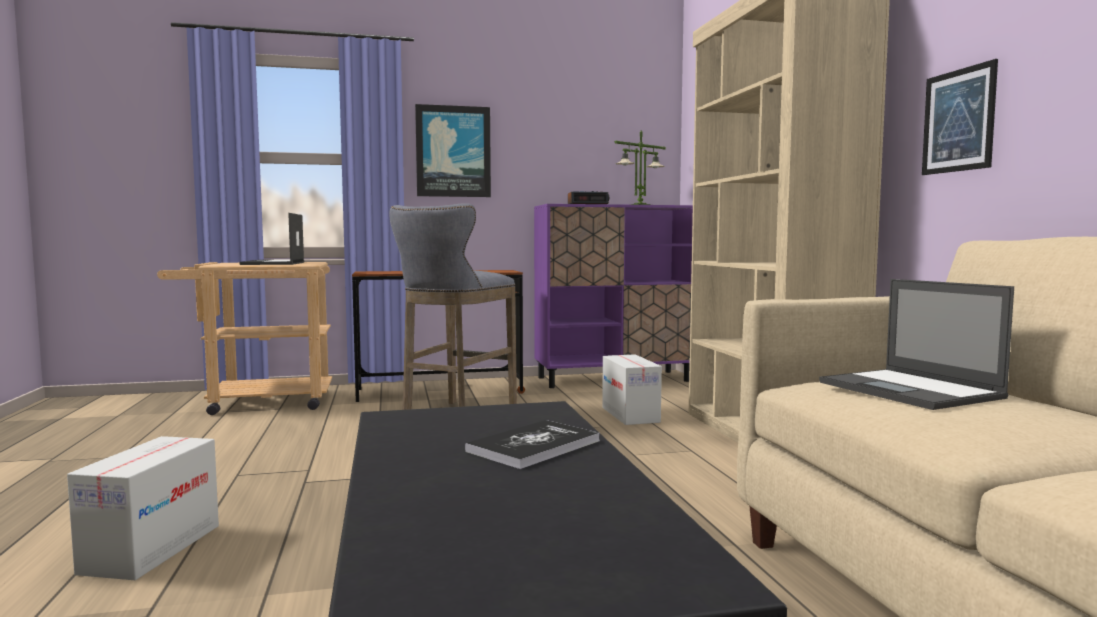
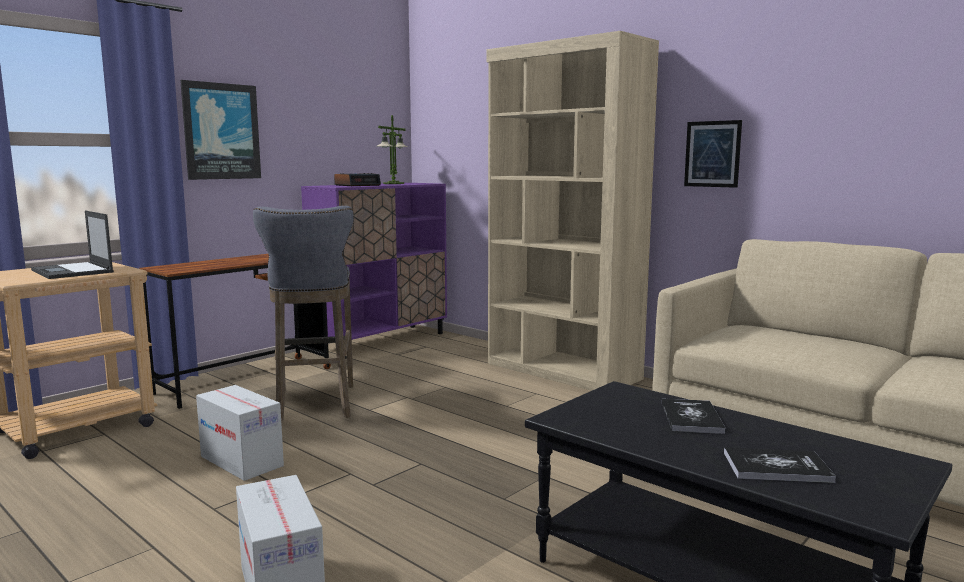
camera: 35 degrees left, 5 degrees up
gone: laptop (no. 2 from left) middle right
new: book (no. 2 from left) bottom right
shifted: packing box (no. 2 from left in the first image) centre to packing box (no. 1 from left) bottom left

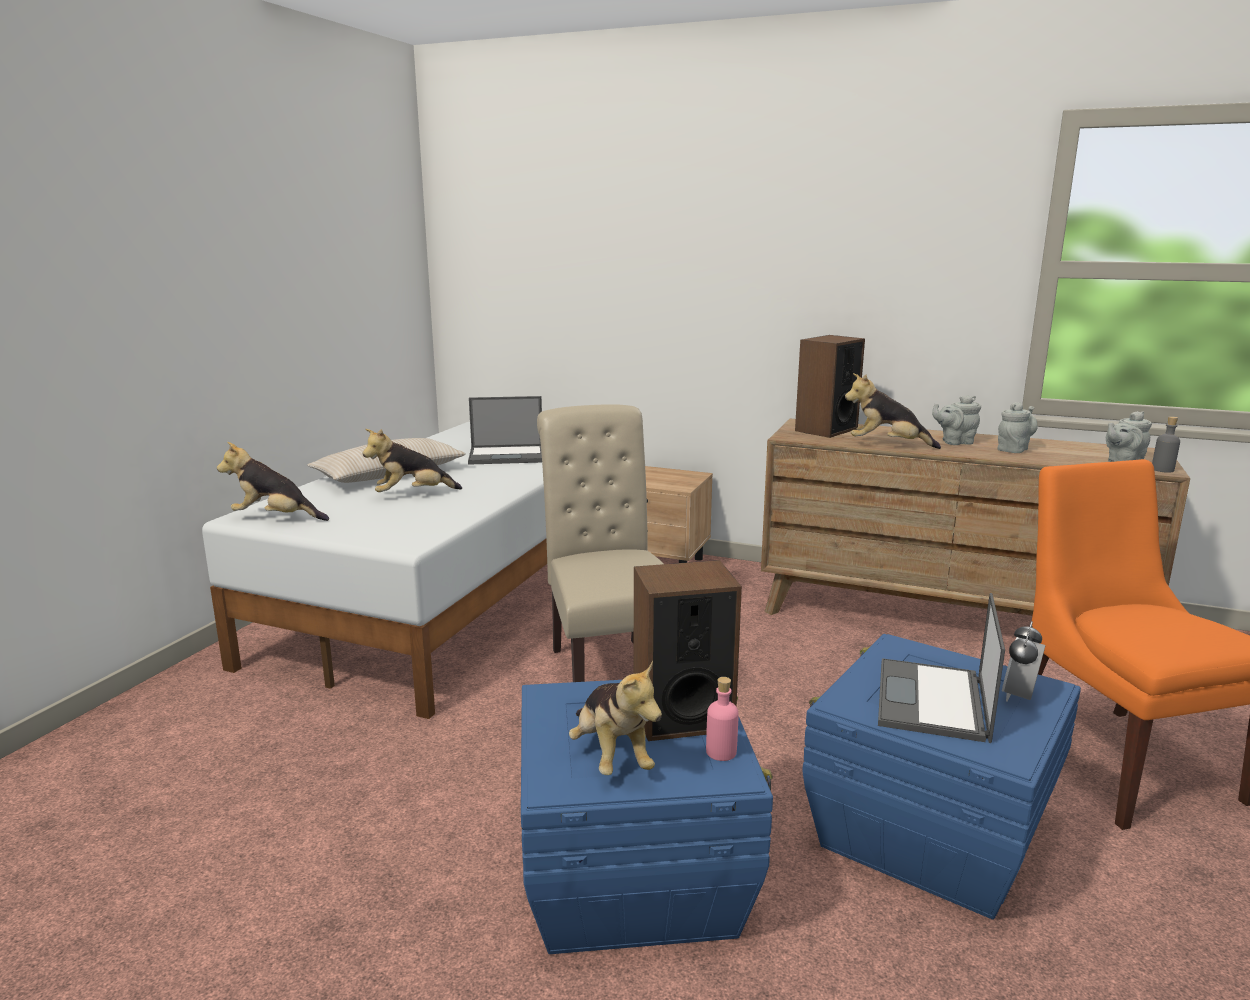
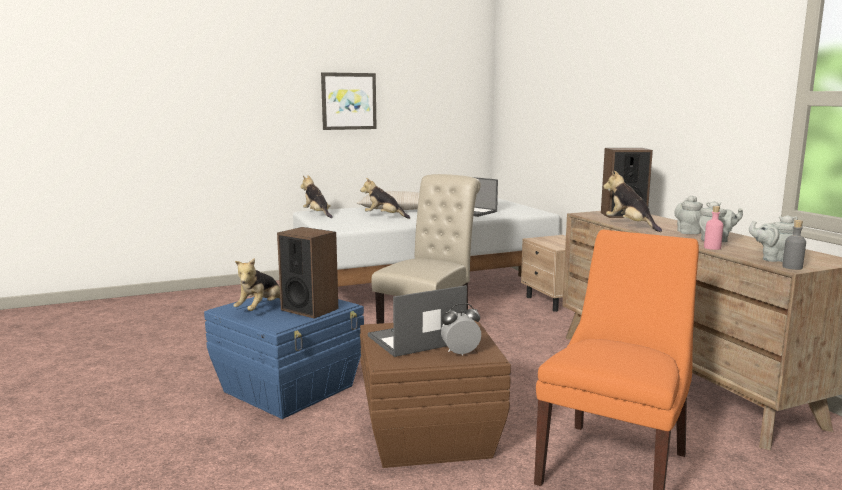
camera: 45 degrees right, 5 degrees down
new: wall picture top centre
shifted: pink bottle bottom centre to middle right
repainted: bluish storage box (no. 2 from left) bottom right to brown-coloured storage box bottom centre
rotated: grey tea pot (no. 1 from left) middle right = middle right 60 degrees clockwise

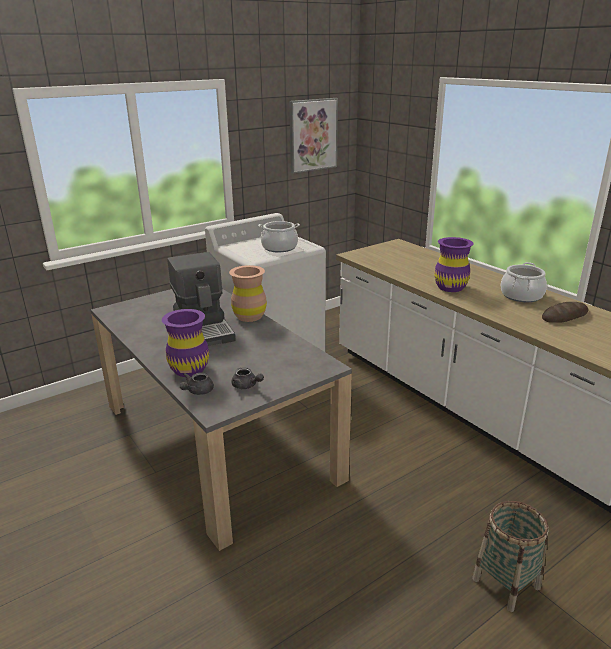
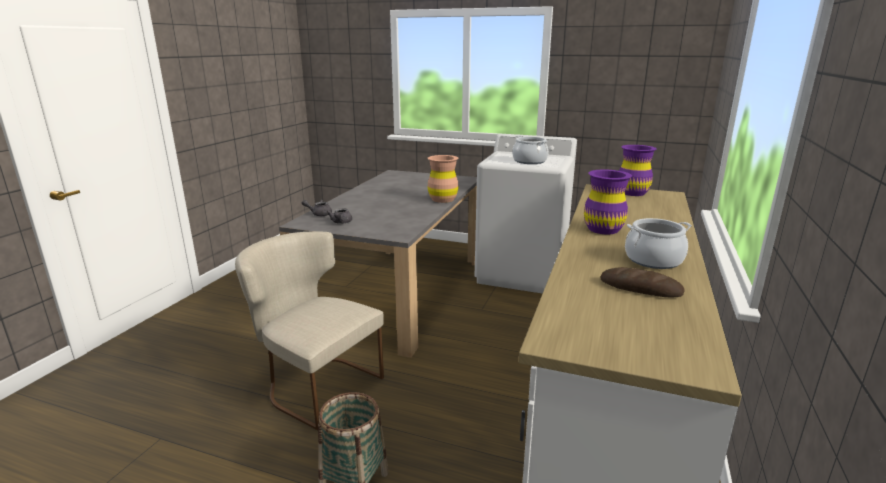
camera: 55 degrees right, 5 degrees down
gone: coffee brewer middle left; wall picture top centre
new: beige-coloured plain chair bottom centre
shifted: purple decorative vase (no. 1 from left in the first image) middle left to purple decorative vase (no. 2 from left) middle right

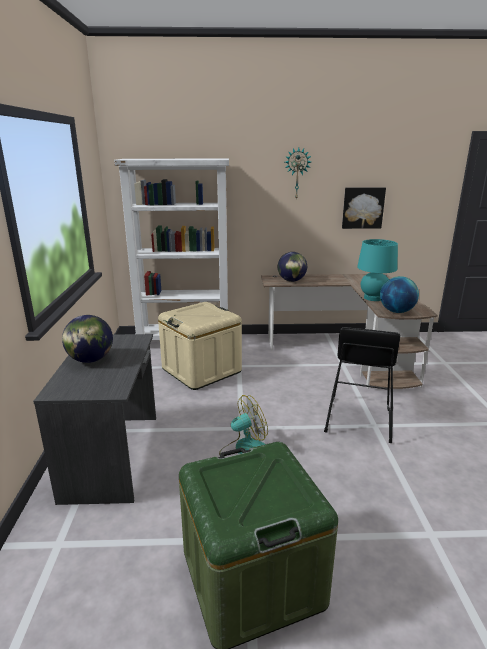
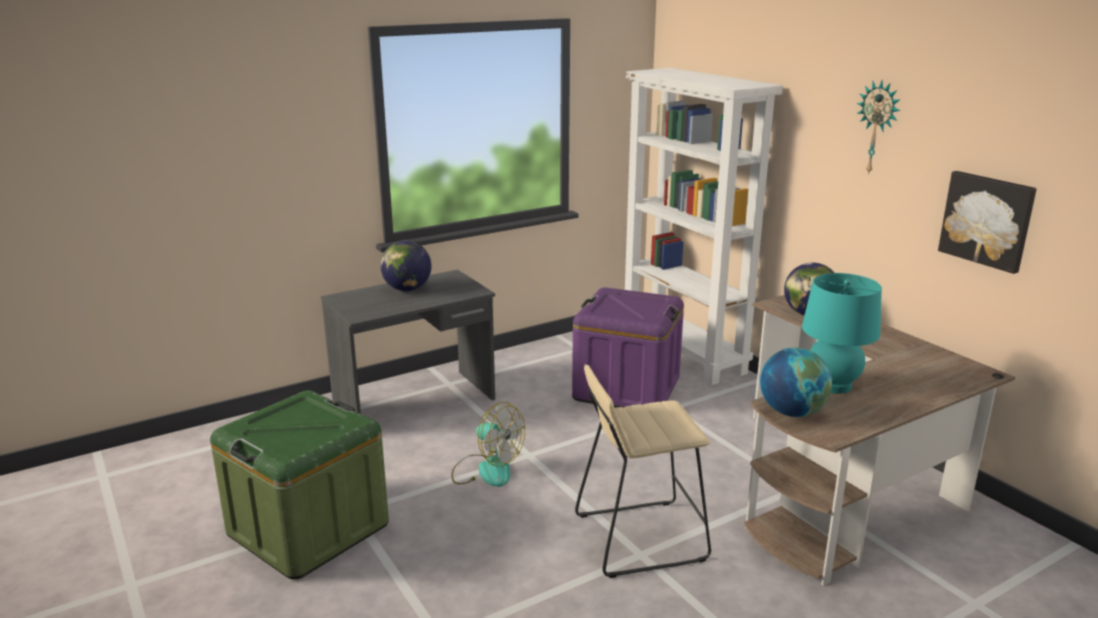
camera: 60 degrees right, 0 degrees up
repainted: beige-coloured storage box centre to purple storage box centre; blackish stool middle right to beige-coloured stool bottom centre

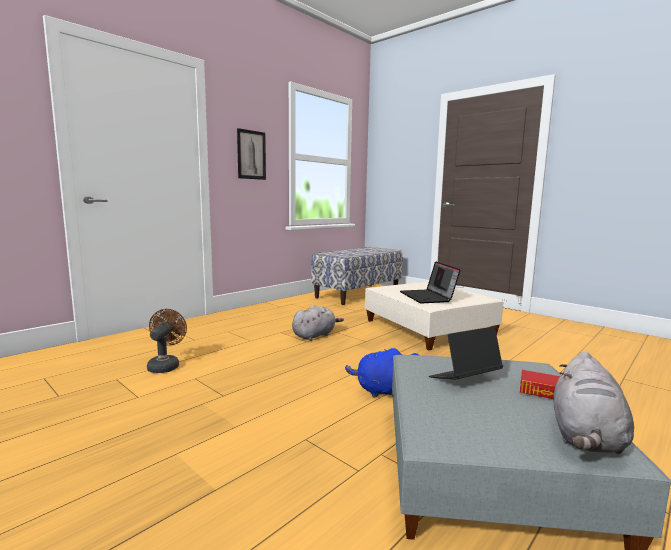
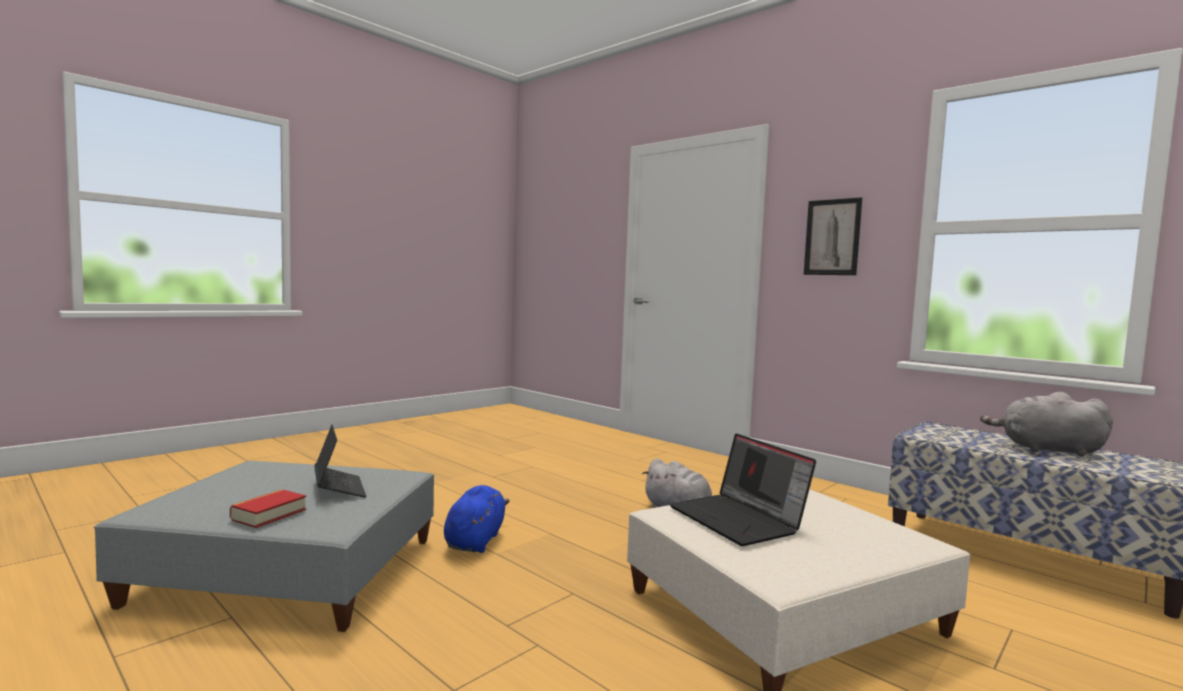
camera: 90 degrees right, 5 degrees down
gone: brown-coloured cooling fan middle left
shifted: grey plush toy (no. 2 from left) bottom right to middle right
rotated: laptop (no. 1 from left in the first image) centre = bottom centre 105 degrees counterclockwise

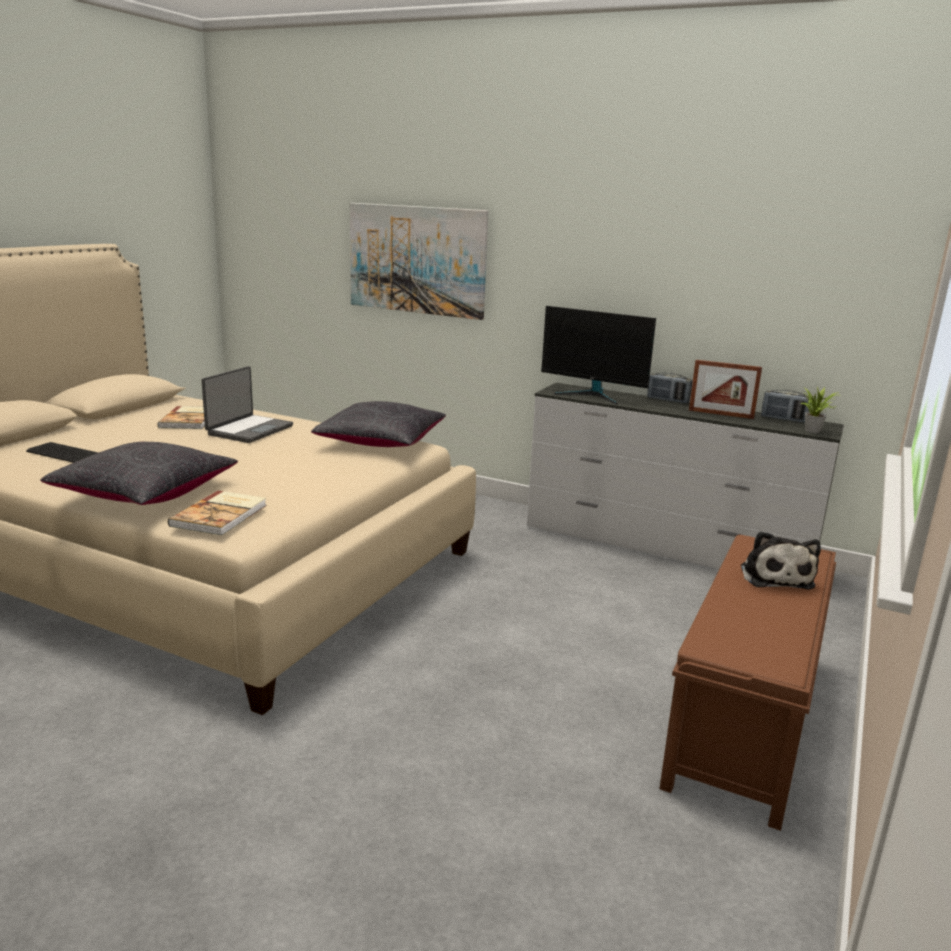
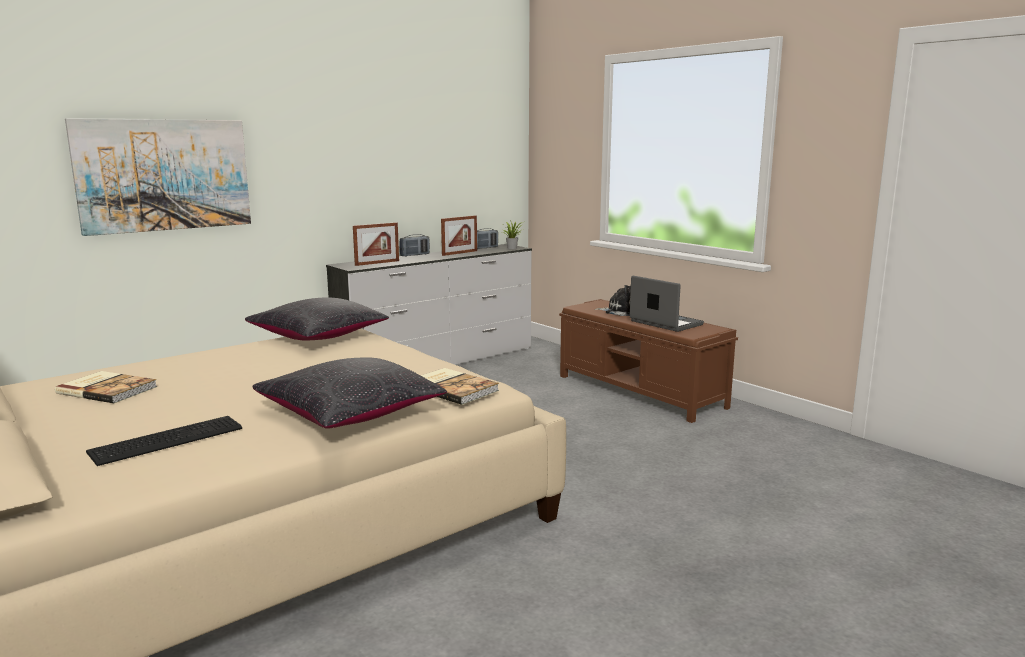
camera: 65 degrees left, 5 degrees down
shifted: laptop middle left to centre
swapped: computer display centre to standing frame (no. 1 from left) centre

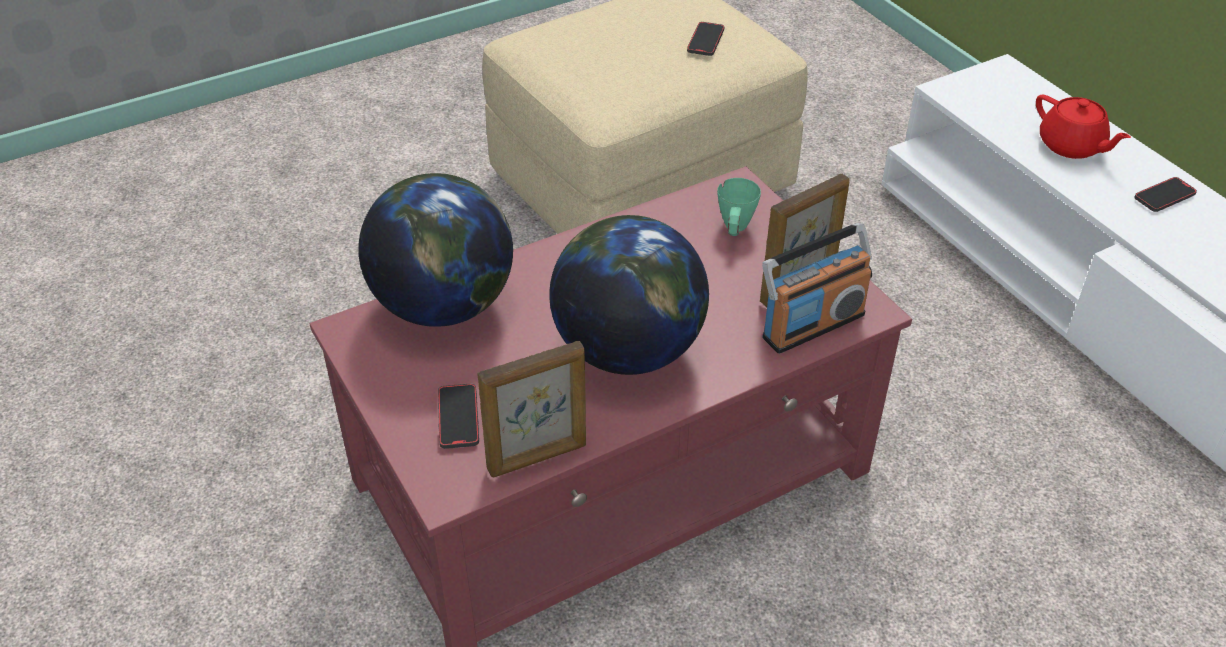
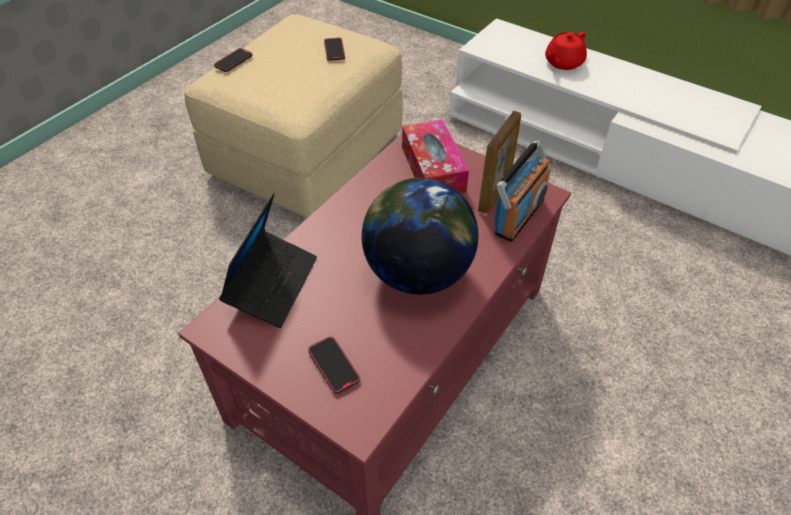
camera: 25 degrees left, 5 degrees up
gone: standing frame (no. 1 from left) centre
shifted: telephone (no. 3 from left in the first image) top right to telephone (no. 1 from left) top left
swapped: world globe (no. 1 from left) centre to laptop centre; green-coloured coffee mug top centre to tissue box top centre
rotated: reddish tea pot top right = top right 105 degrees clockwise

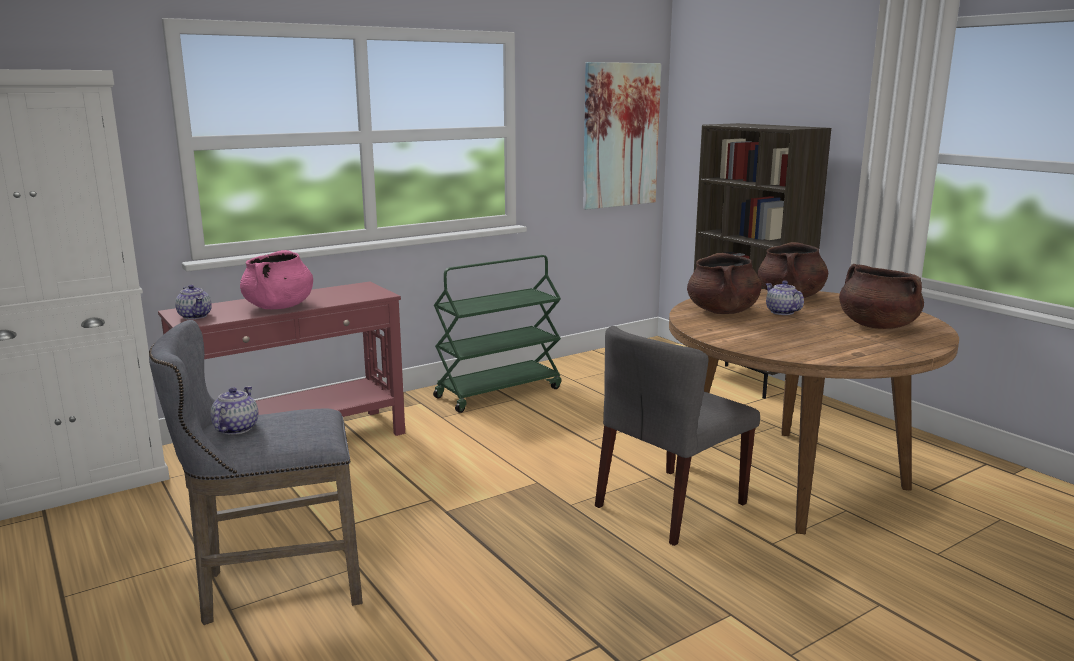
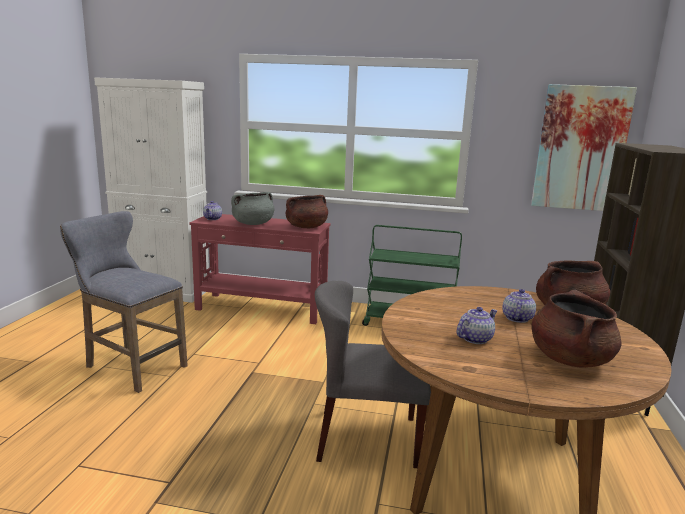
camera: 45 degrees right, 0 degrees up
shifted: tea pot (no. 2 from left) middle left to middle right; brown-coloured stockpot (no. 1 from left) middle right to centre
repainted: pink stockpot middle left to grey stockpot centre

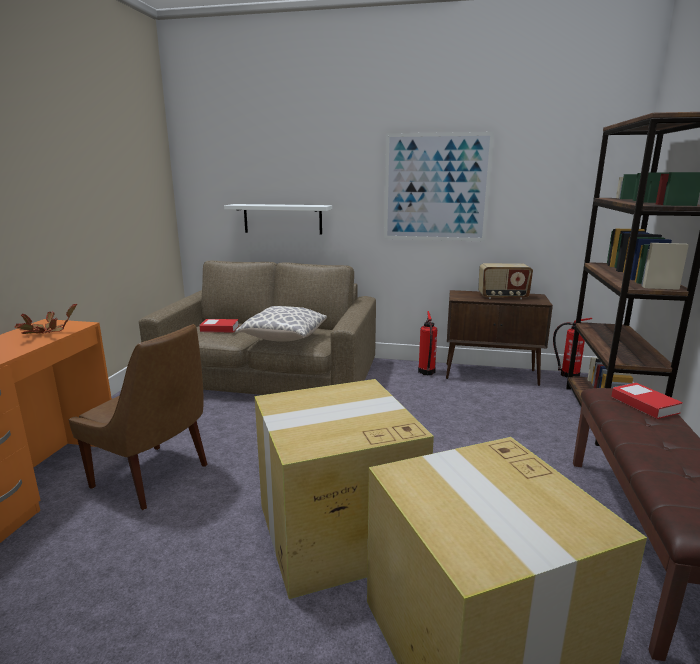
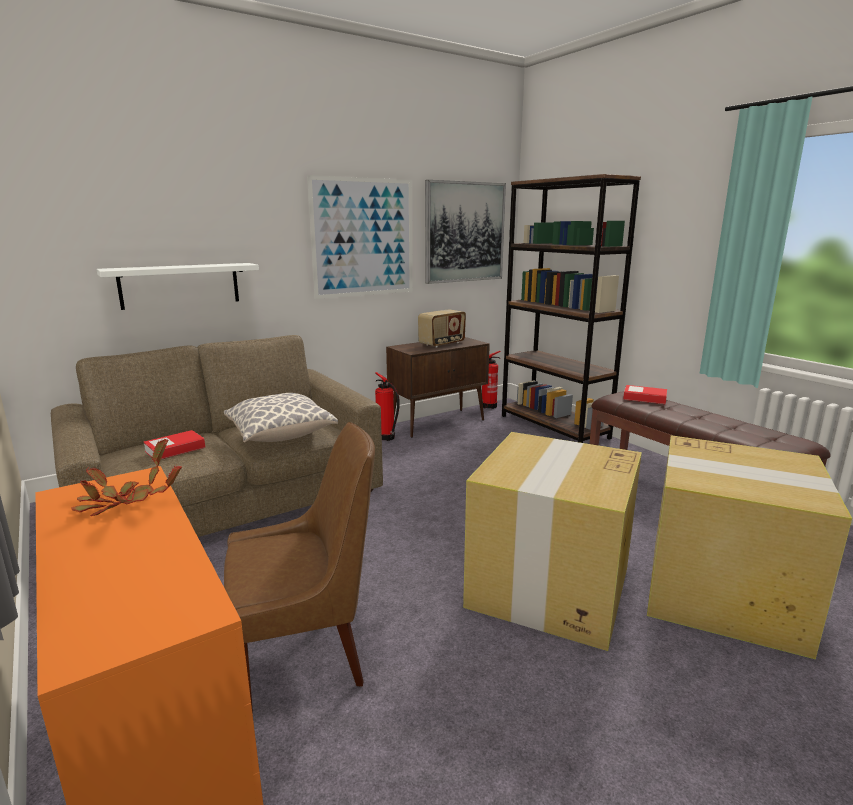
camera: 45 degrees left, 0 degrees up
new: wall picture (no. 2 from left) top centre

